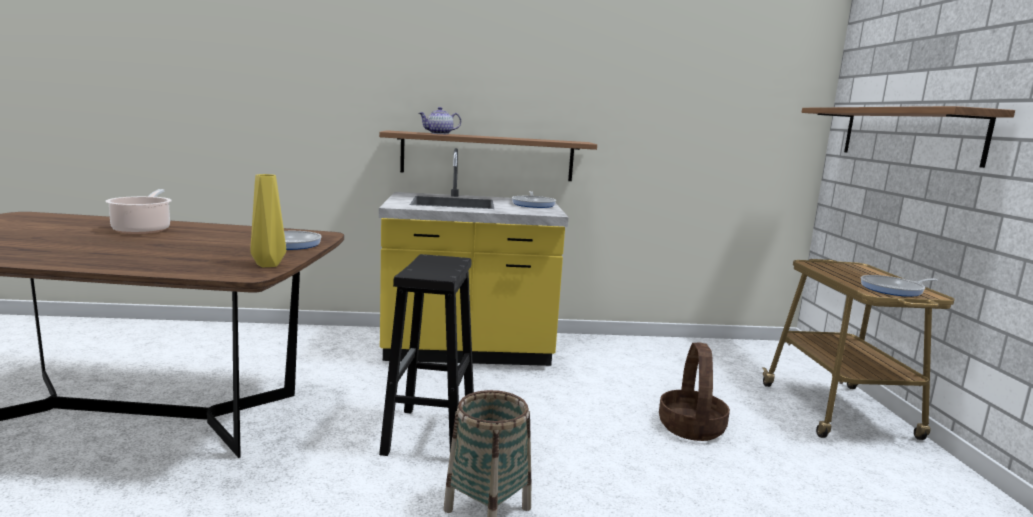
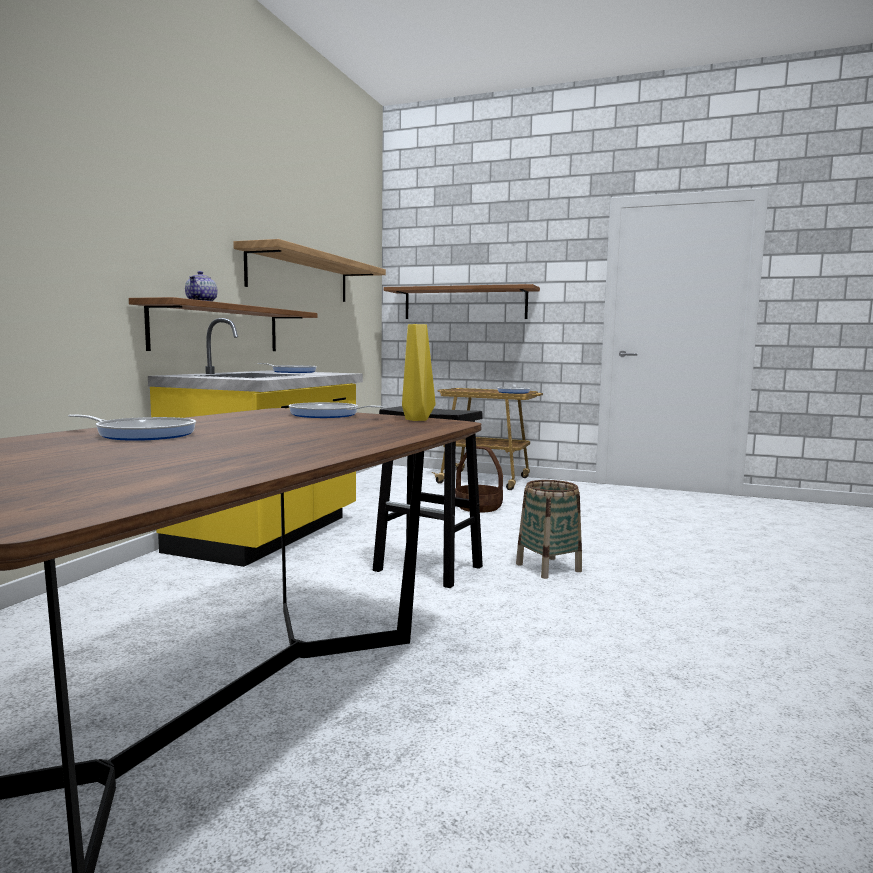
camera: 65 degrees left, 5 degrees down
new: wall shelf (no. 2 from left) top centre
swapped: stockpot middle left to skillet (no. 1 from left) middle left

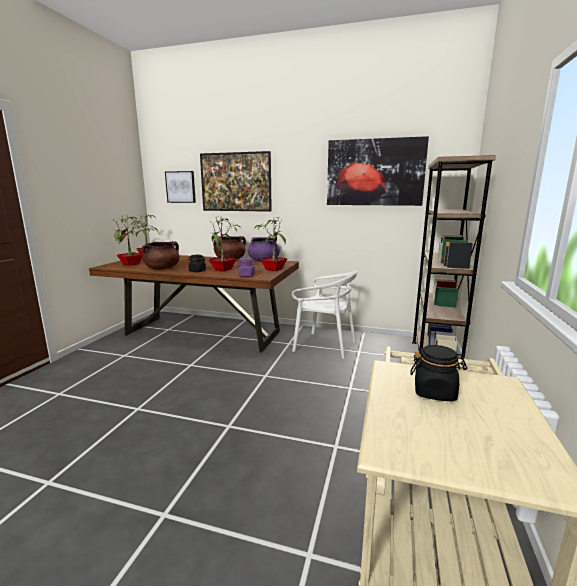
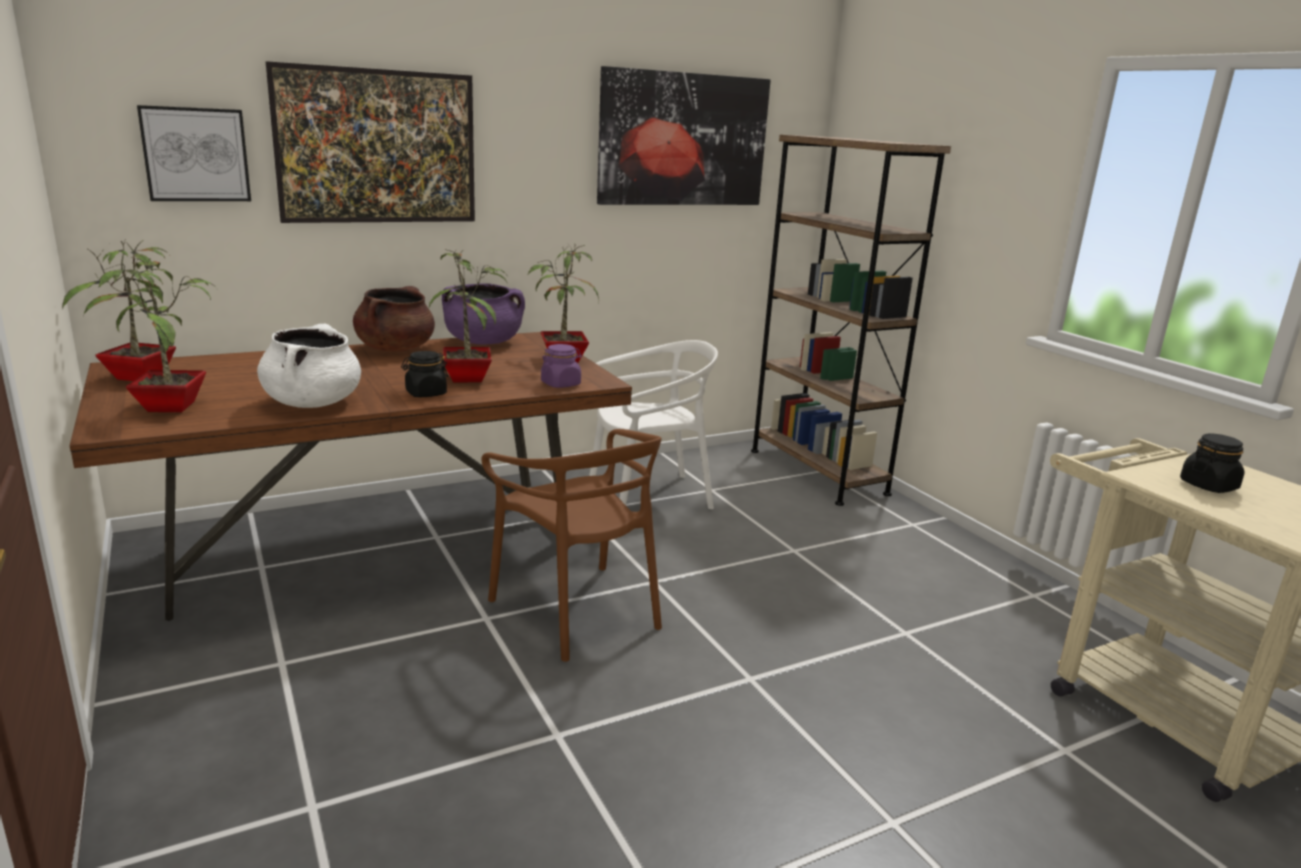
camera: 45 degrees left, 5 degrees up
new: brown-coloured plain chair centre
repainted: brown-coloured stockpot (no. 1 from left) middle left to white-coloured stockpot middle left

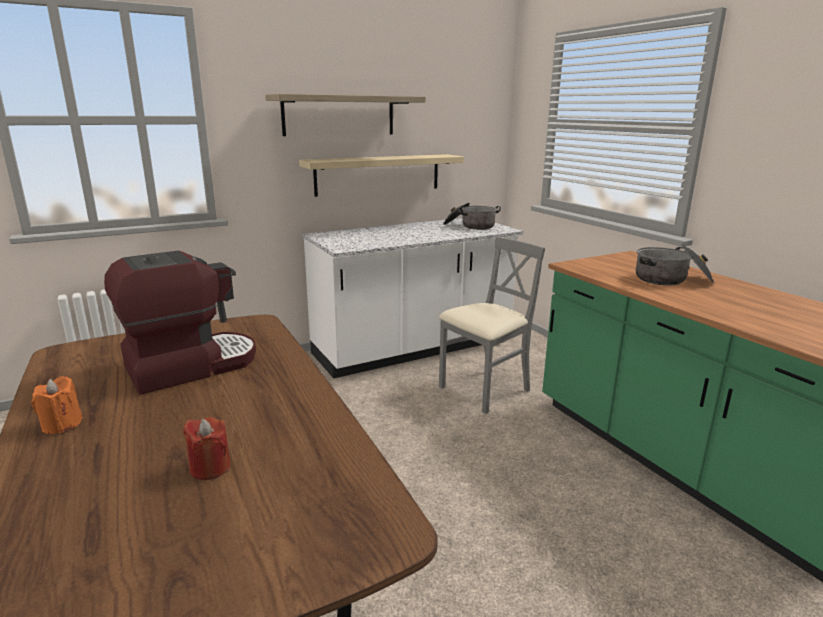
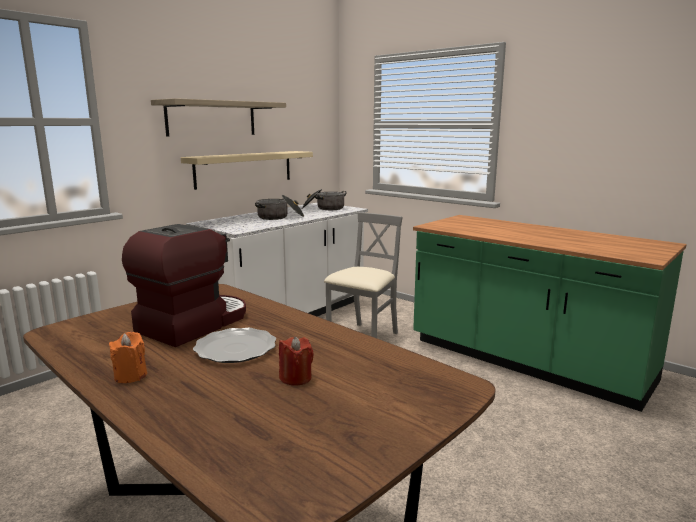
camera: 20 degrees left, 5 degrees down
new: dinner plate centre
shifted: stockpot (no. 2 from left in the first image) middle right to stockpot (no. 1 from left) centre

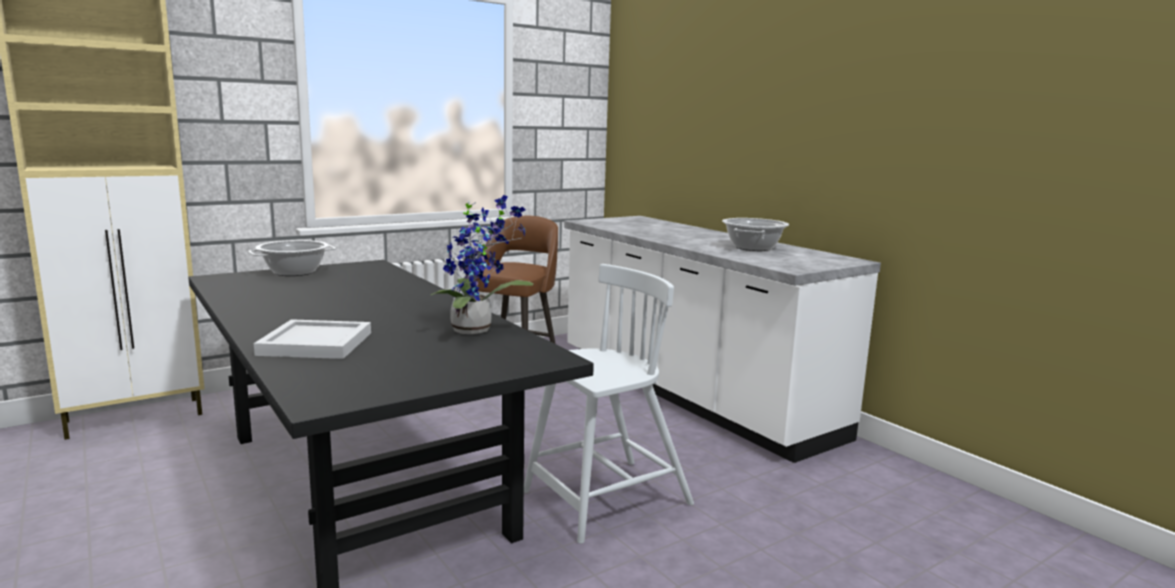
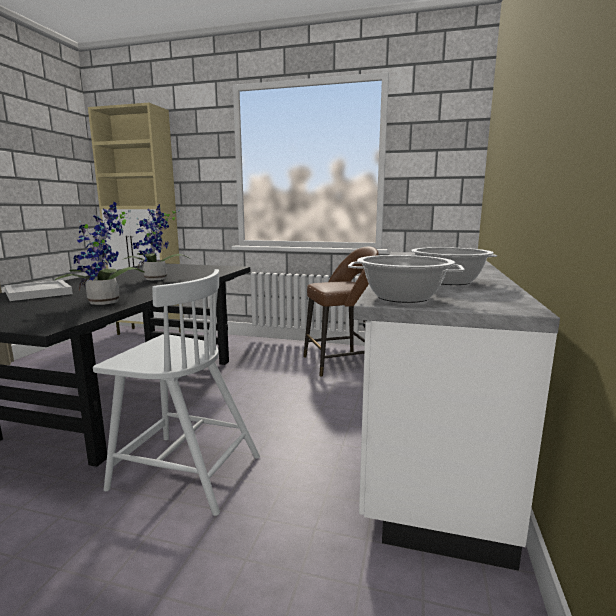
camera: 50 degrees right, 0 degrees up
new: plant in a pot (no. 2 from left) middle left
shifted: stockpot (no. 1 from left) middle left to centre

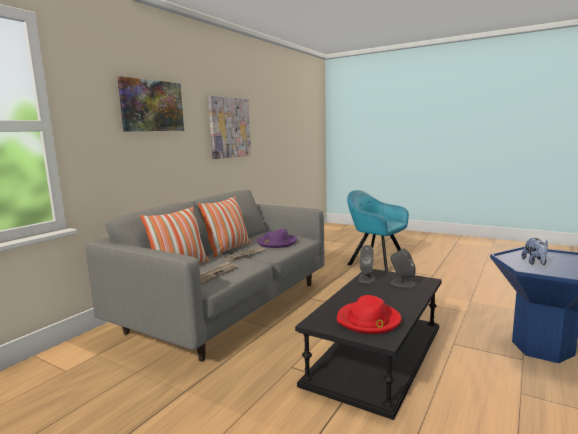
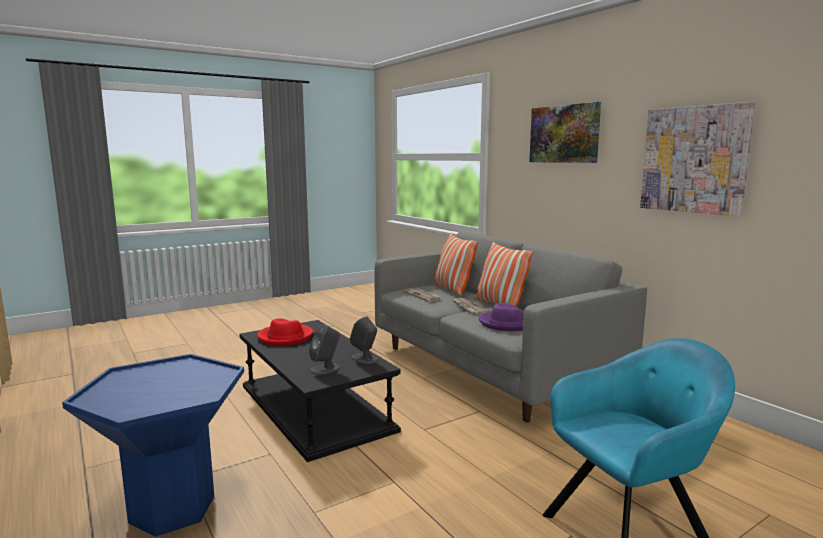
camera: 115 degrees right, 0 degrees up
gone: plush toy middle right

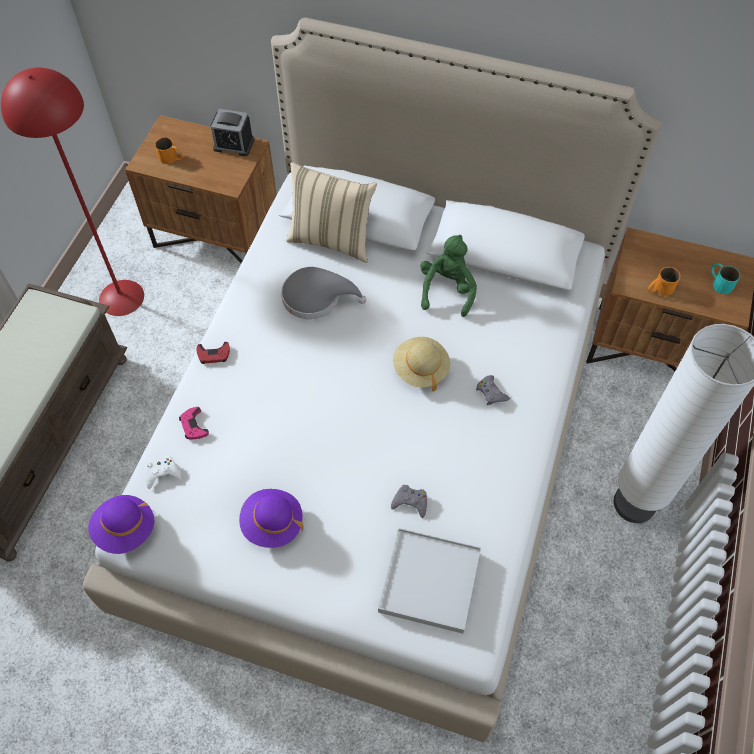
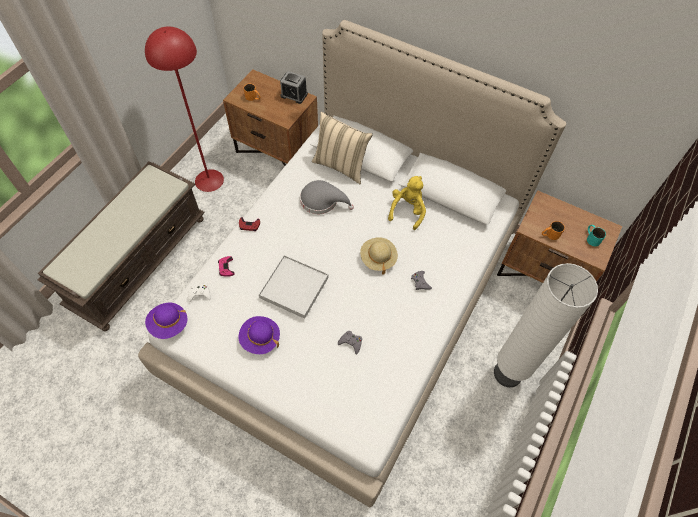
camera: 10 degrees right, 0 degrees up
shifted: white-coloured serving tray bottom centre to centre
repainted: green-coloured plush toy centre to yellow-coloured plush toy centre

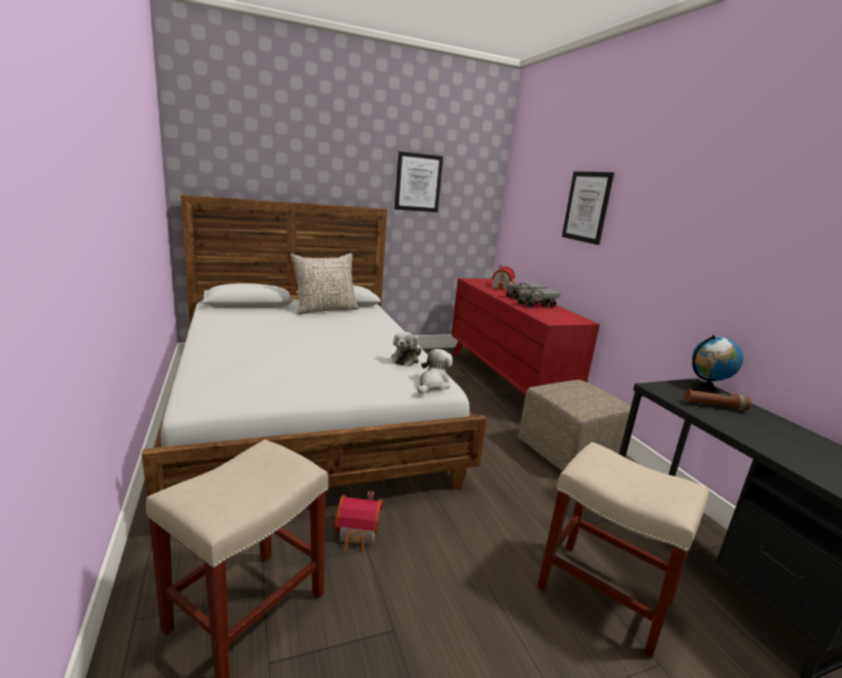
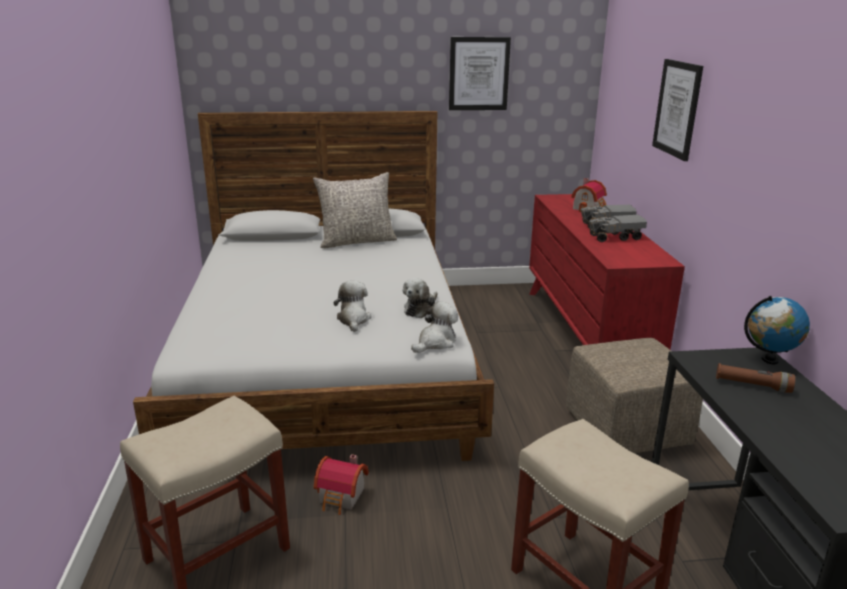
camera: 15 degrees right, 5 degrees up
new: plush toy (no. 1 from left) centre

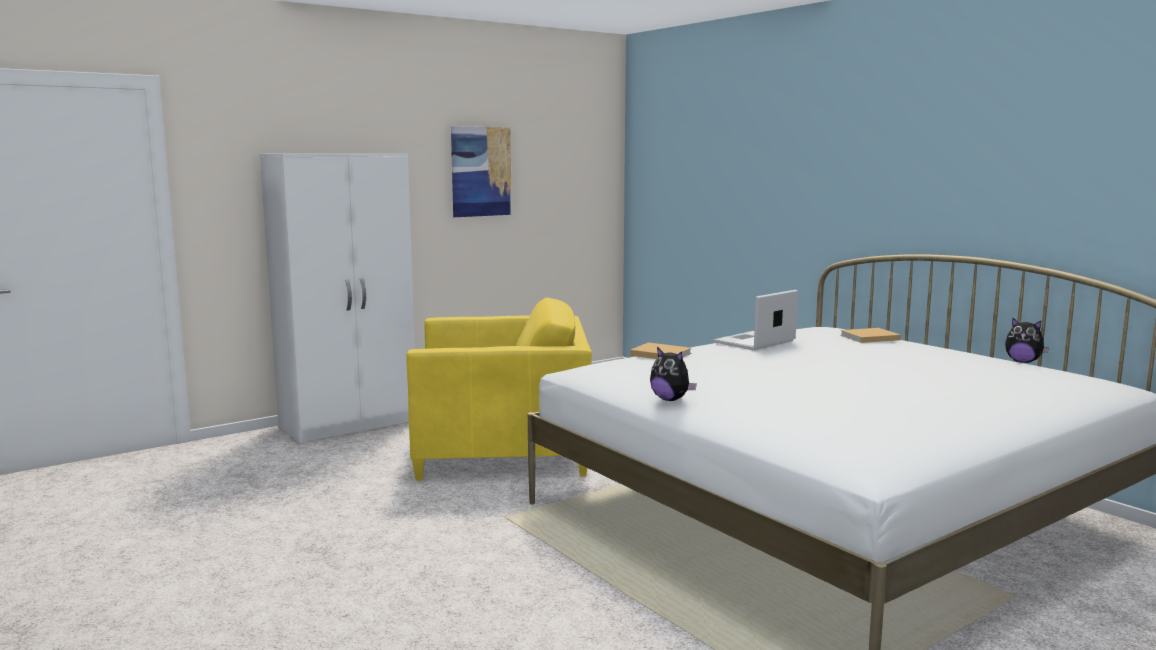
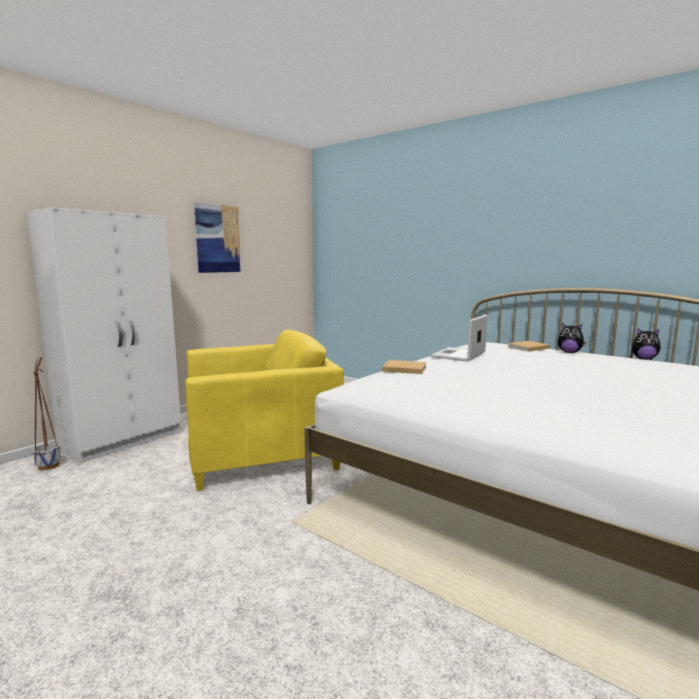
camera: 15 degrees left, 0 degrees up
new: flower pot middle left
shifted: plush toy (no. 1 from left) centre to middle right

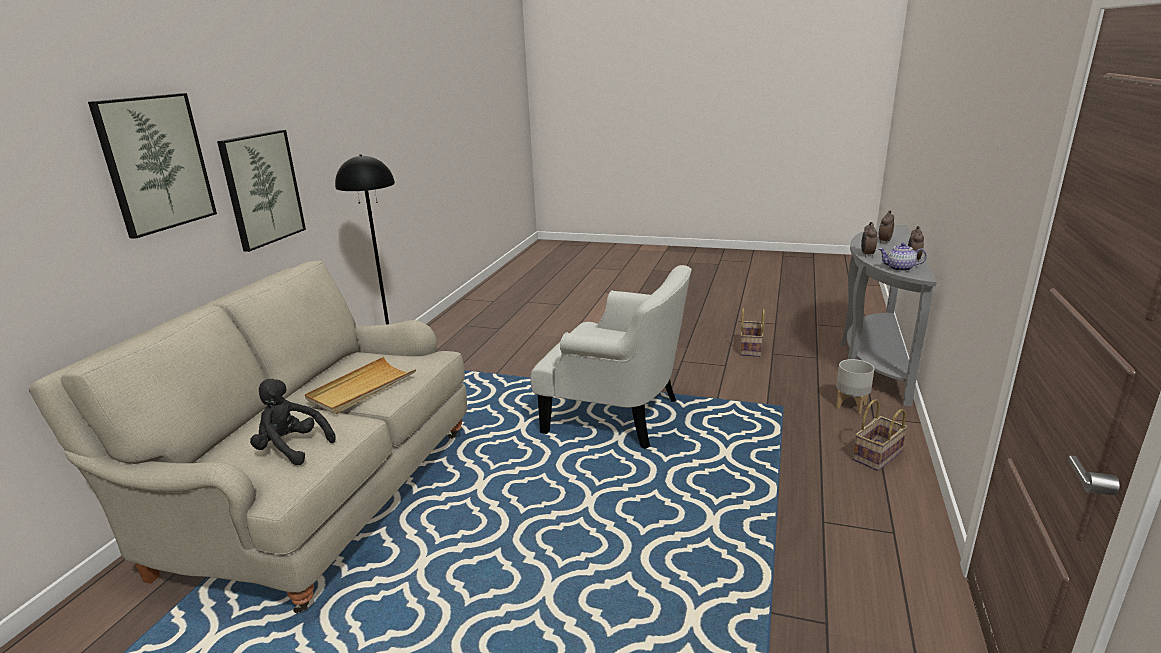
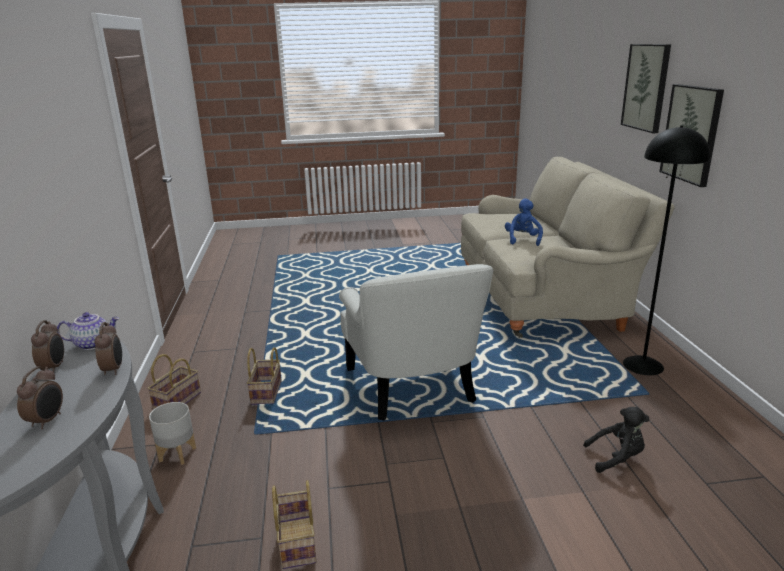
camera: 155 degrees right, 0 degrees up
new: basket (no. 2 from left) centre
shifted: blackish plush toy middle left to bottom right
swapped: beige-coloured serving tray middle left to bluish plush toy middle right
rotated: white-coloured easy chair centre = centre 105 degrees counterclockwise

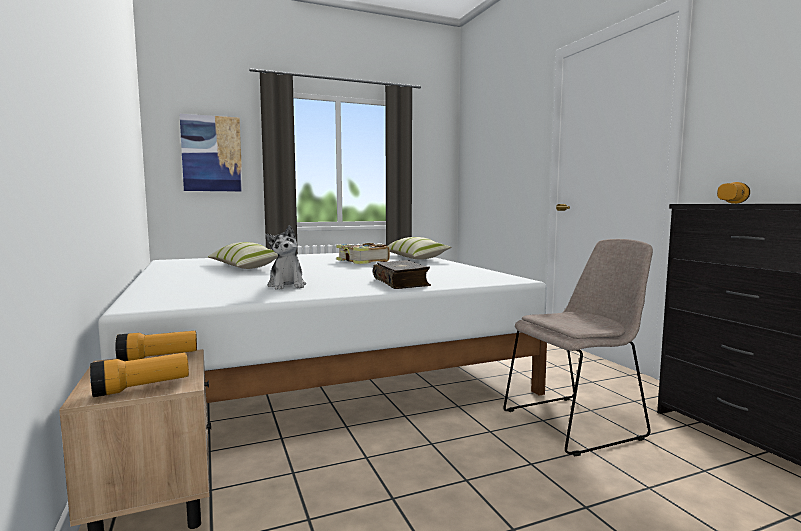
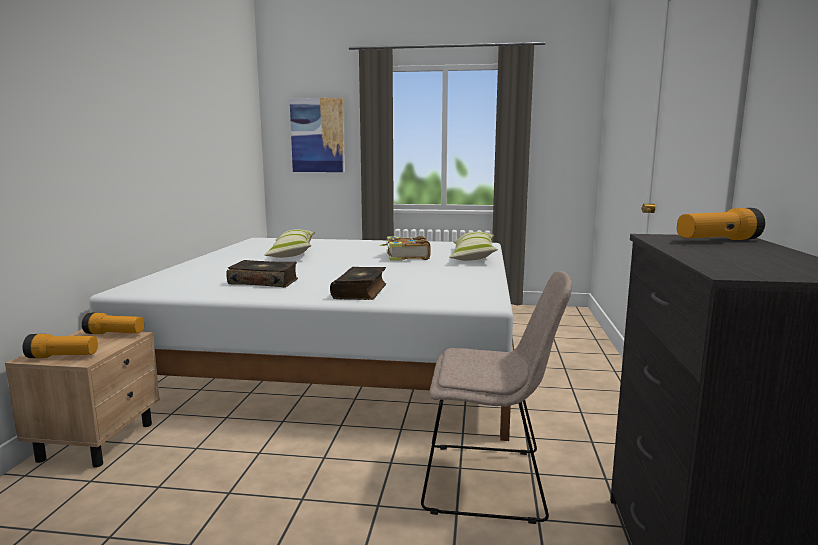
camera: 30 degrees right, 5 degrees up
swapped: plush toy centre to book (no. 1 from left) middle left

